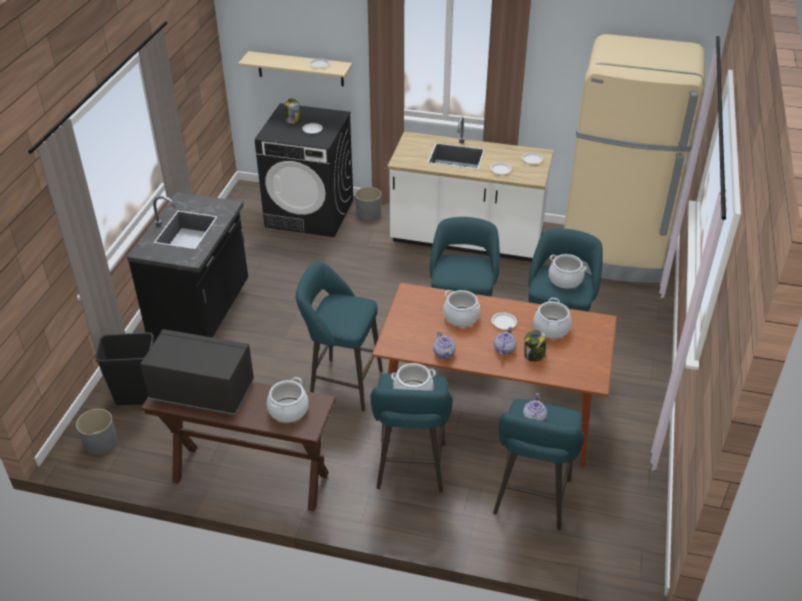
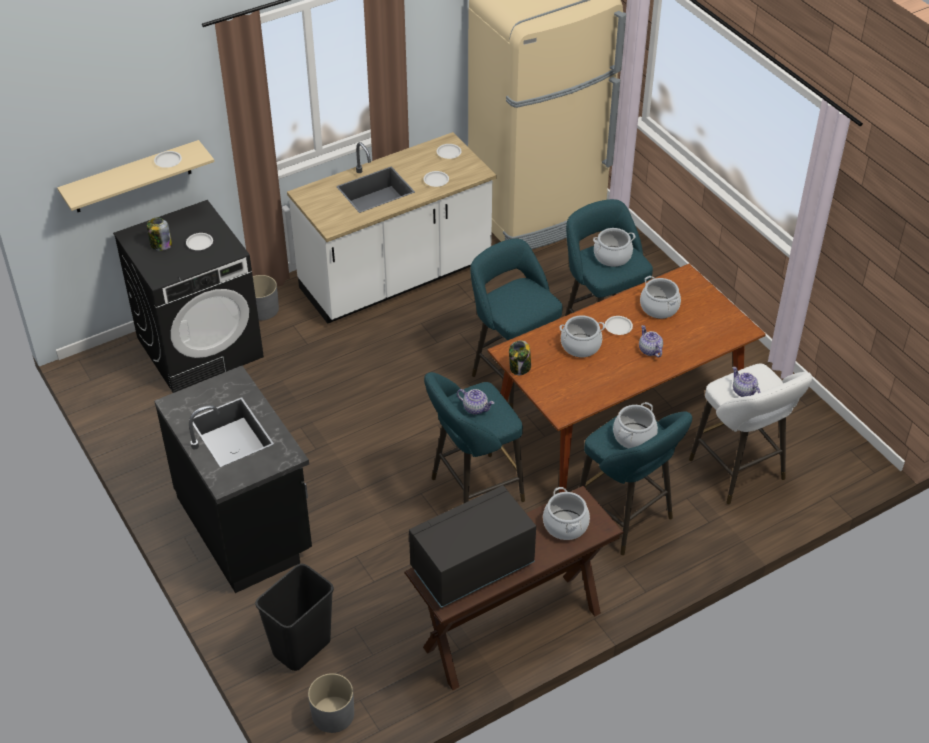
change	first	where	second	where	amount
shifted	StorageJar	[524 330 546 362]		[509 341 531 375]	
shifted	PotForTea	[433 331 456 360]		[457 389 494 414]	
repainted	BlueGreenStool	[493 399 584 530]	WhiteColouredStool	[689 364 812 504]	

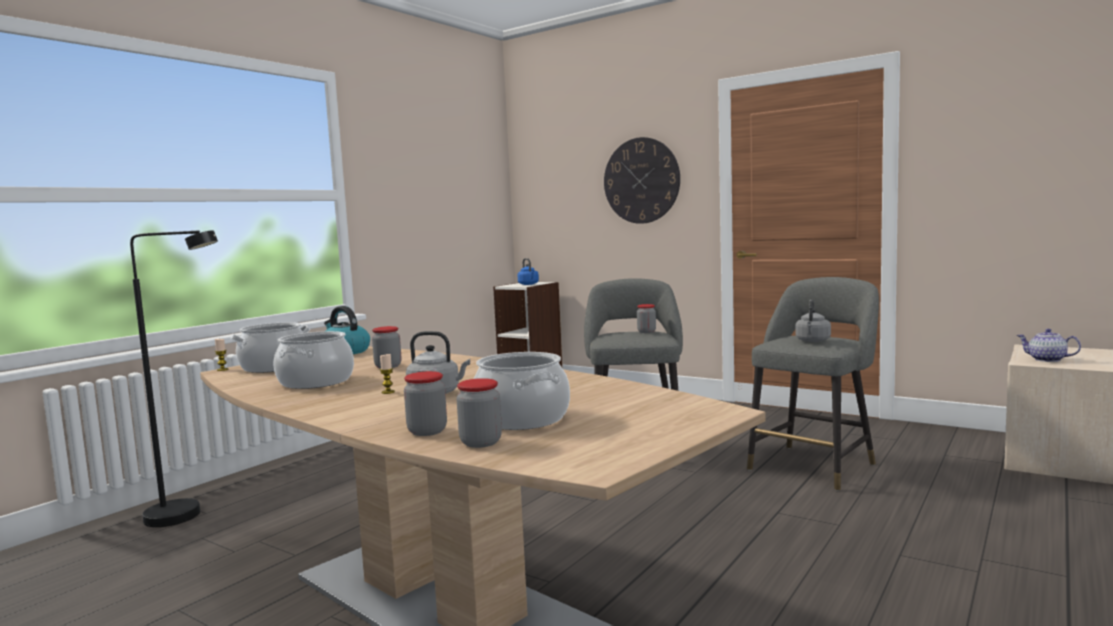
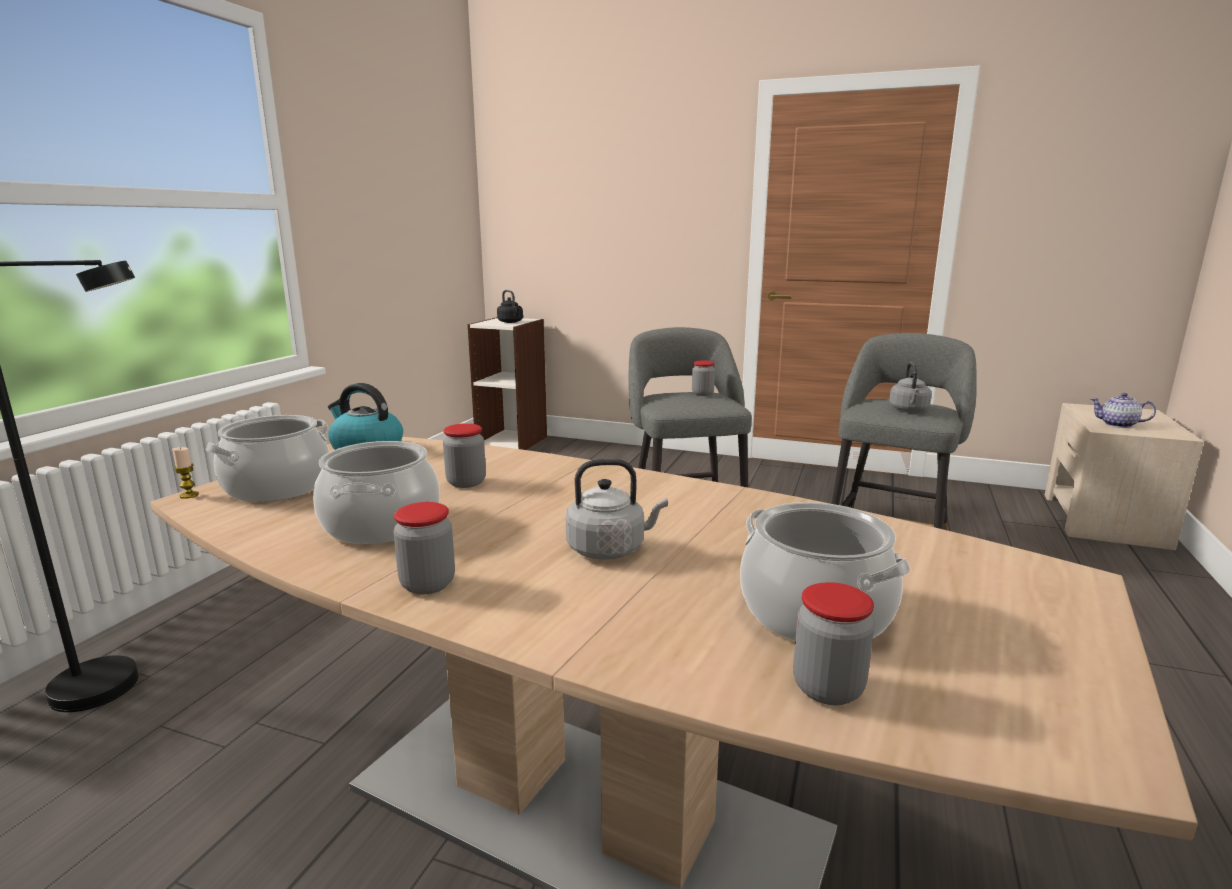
change	first	where	second	where	amount
gone	WallClock	[604 137 680 224]			
repainted	BluishKettle	[518 258 539 285]	BlackishKettle	[497 290 523 323]	
gone	WaxCandle	[380 354 395 394]			
shifted	StorageJar	[404 371 447 436]		[393 502 455 595]	

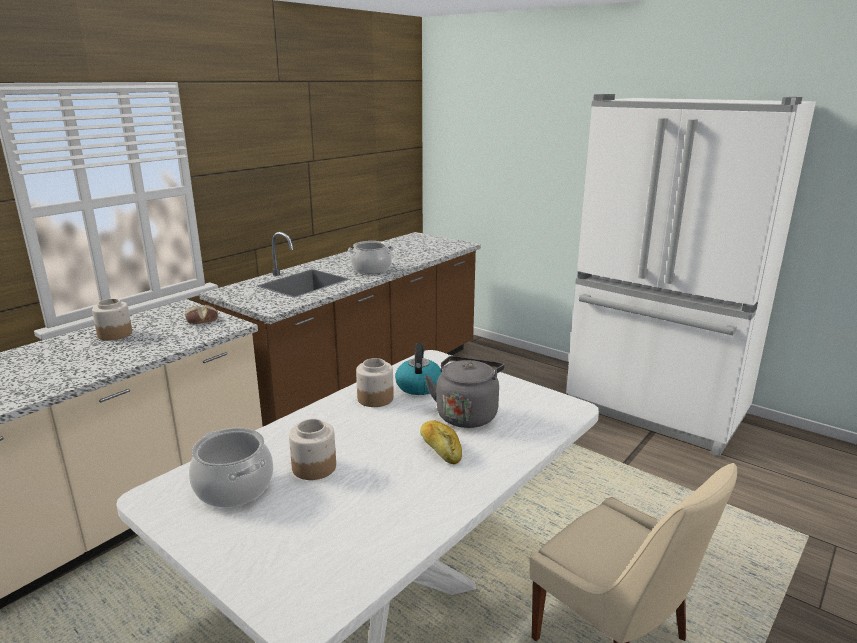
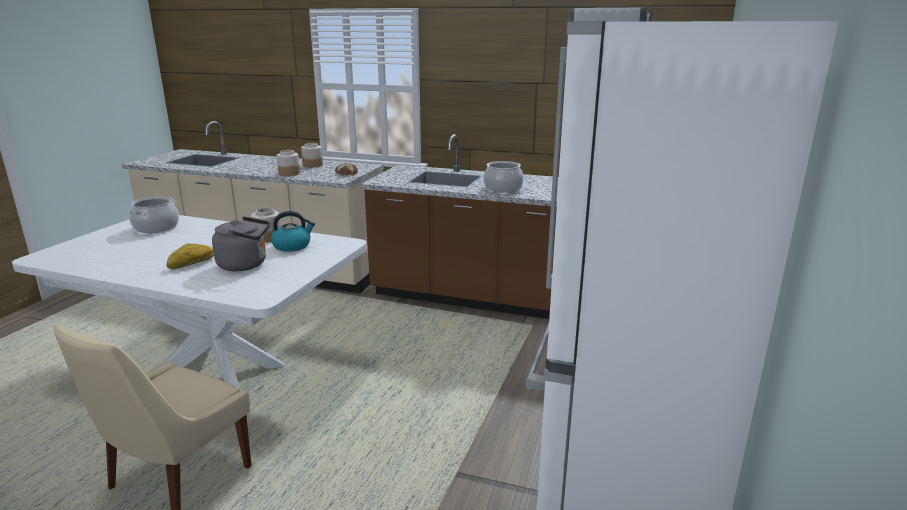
change	first	where	second	where	amount
shifted	StorageJar	[289 419 336 480]		[277 150 300 176]	

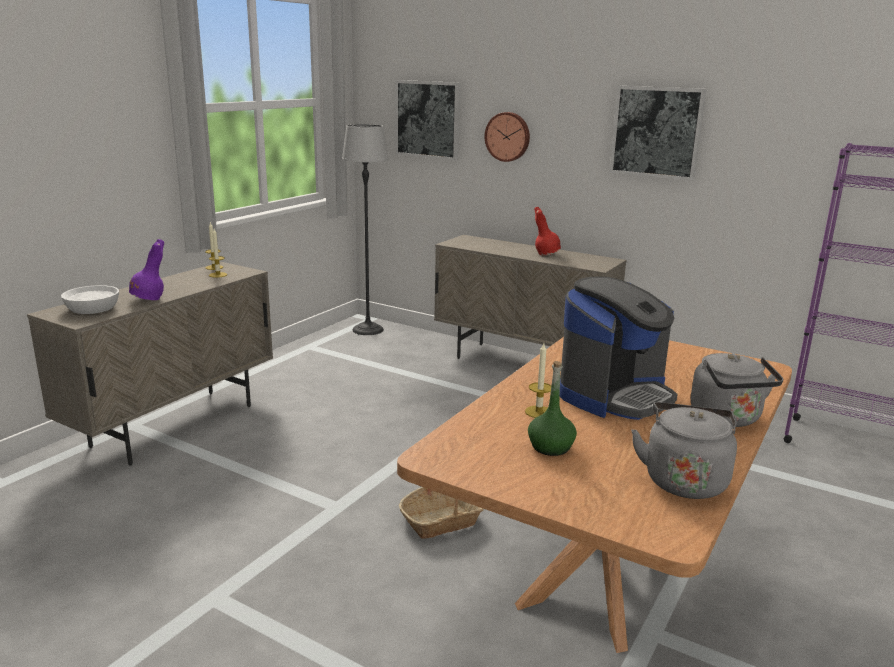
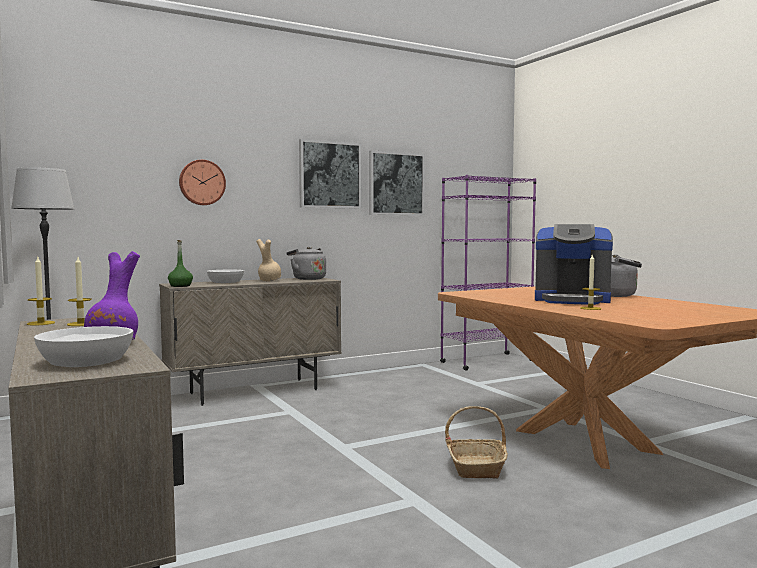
change	first	where	second	where	amount
shifted	WallArt	[395 80 460 160]		[369 150 425 215]	
repainted	ReddishFlowerVase	[534 207 561 255]	BeigeColouredFlowerVase	[256 239 281 282]	
rotated	CoffeeBrewer	[560 277 678 420]		[535 224 613 305]	120 degrees clockwise
shifted	GreenishDrinkBottle	[528 361 577 456]		[168 240 193 287]	
shifted	GreyKettle	[631 402 737 499]		[286 246 326 280]	
new			WhiteColouredBowl	[207 270 244 283]	

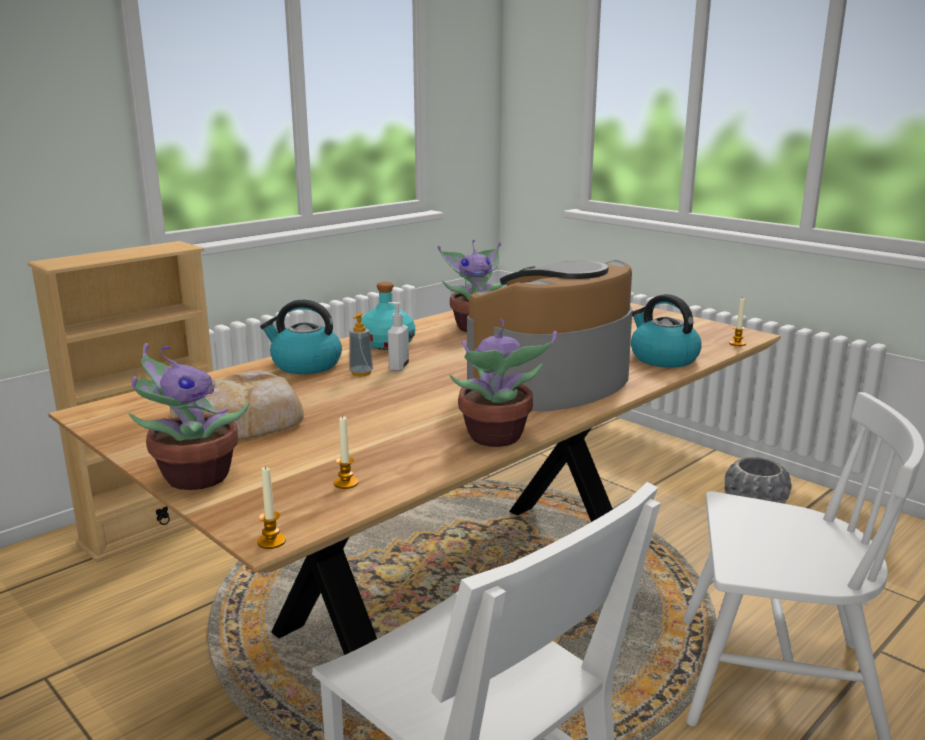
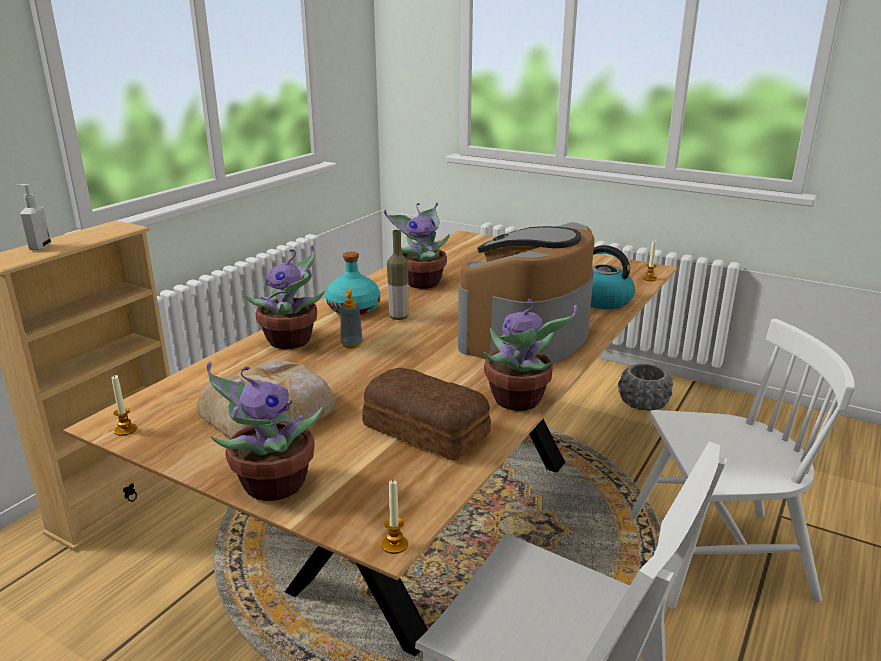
change	first	where	second	where	amount
swapped	Kettle	[260 300 342 374]	PottedPlant	[244 245 325 349]	
shifted	SoapDispenser	[388 302 409 371]		[17 184 51 251]	
shifted	WaxCandle	[334 416 359 489]		[112 375 137 436]	
new			DrinkBottle	[387 230 408 320]	
new			Bread	[362 368 491 461]	

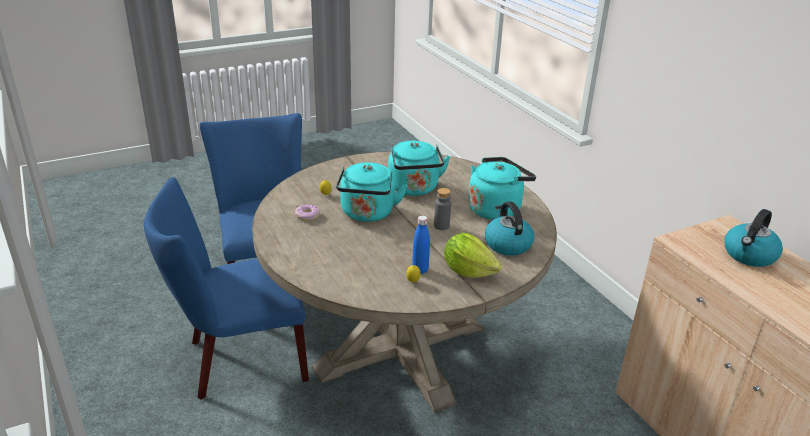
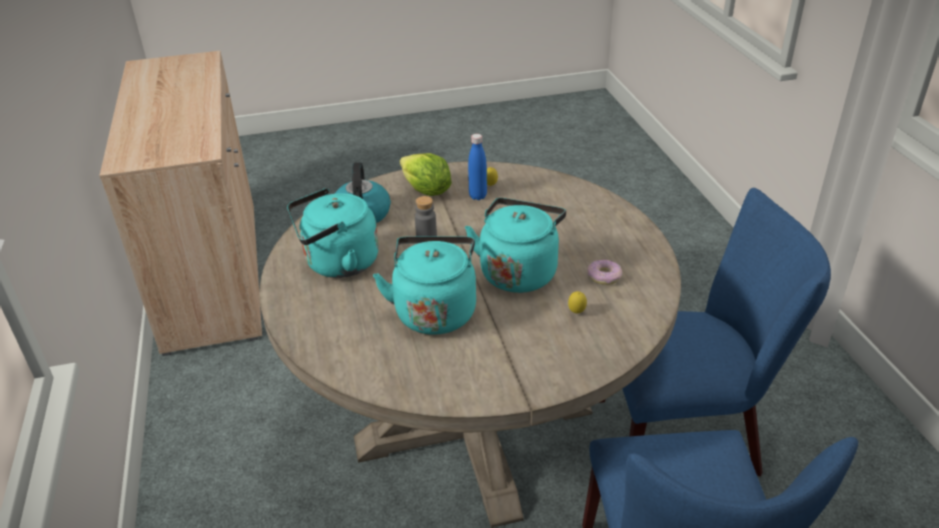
change	first	where	second	where	amount
gone	Kettle	[725 209 783 267]			

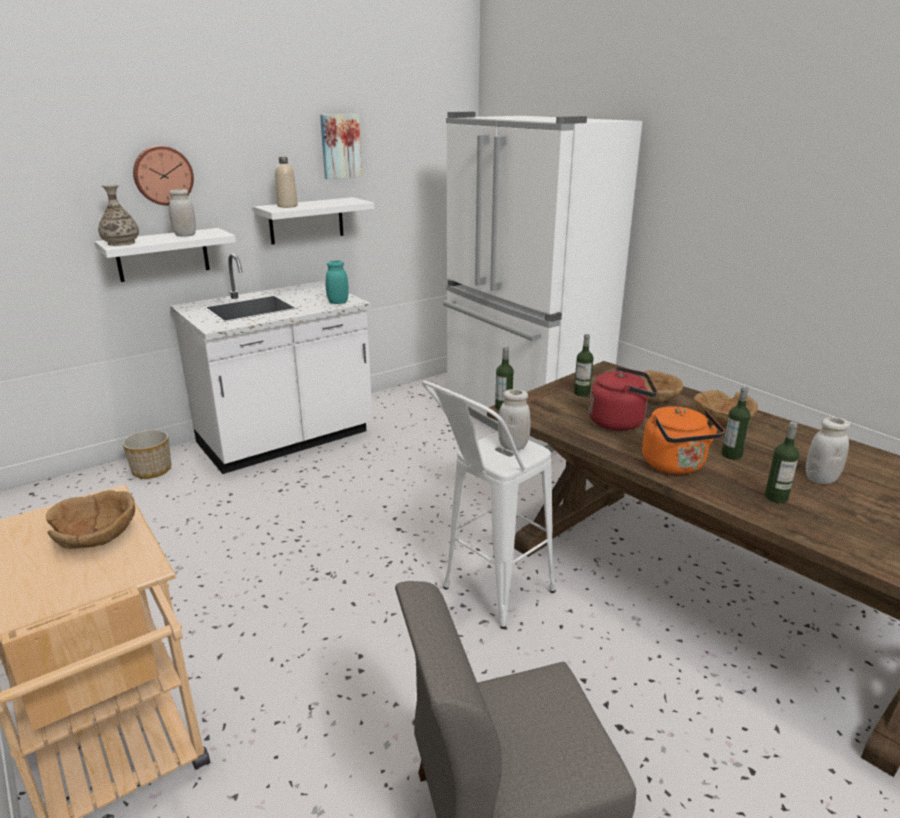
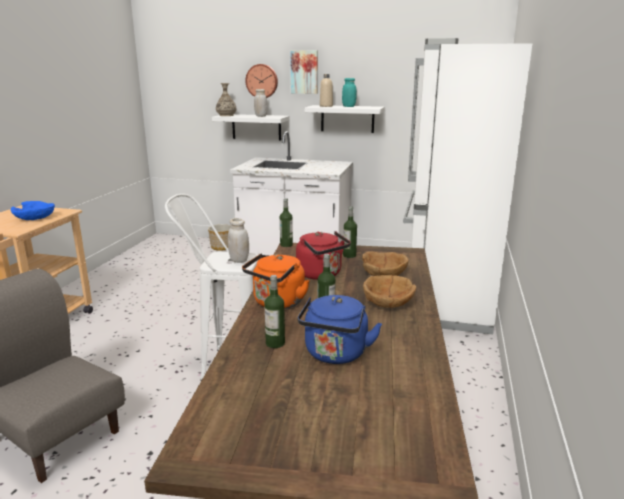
change	first	where	second	where	amount
shifted	WallArt	[320 114 362 179]		[290 50 318 94]	
shifted	BlueGreenStorageJar	[326 260 348 304]		[342 78 357 107]	
swapped	WhiteColouredStorageJar	[806 417 850 484]	BluishKettle	[297 295 382 364]	
repainted	BrownBowl	[46 490 135 549]	BluishBowl	[11 201 55 220]	

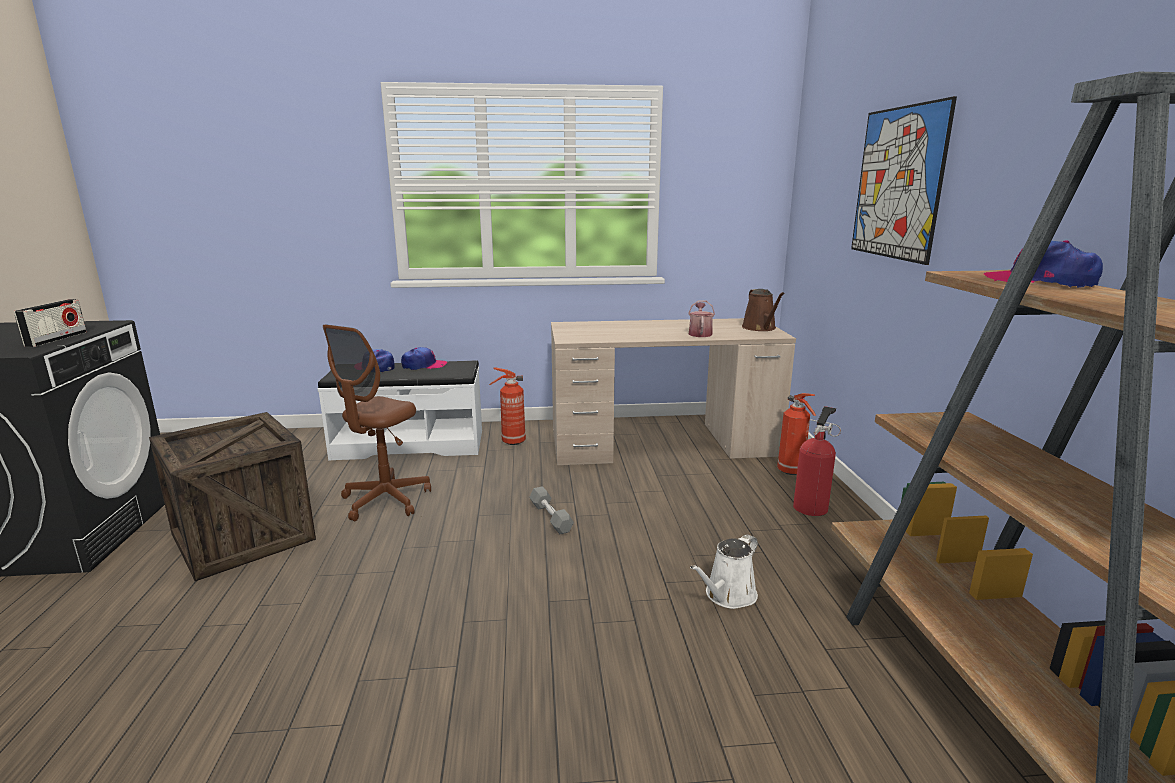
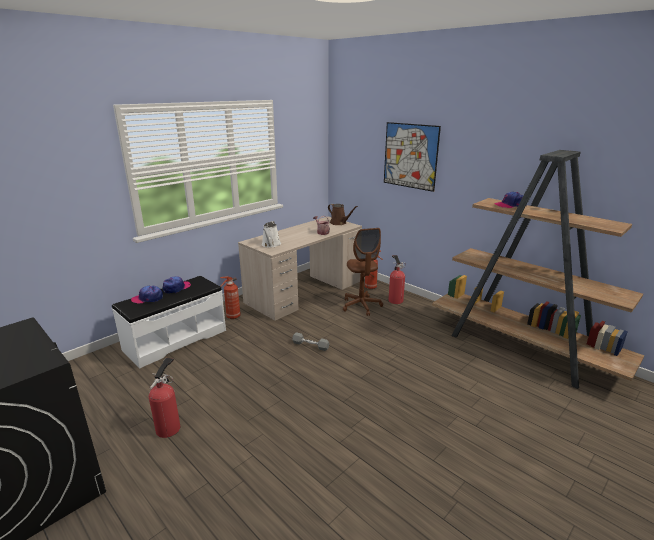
change	first	where	second	where	amount
gone	Radio	[14 299 87 347]			
shifted	BrownOfficeChair	[323 324 431 521]		[343 228 383 316]	
swapped	Crate	[149 412 316 581]	Extinguisher	[149 358 180 438]	
shifted	WhiteColouredWateringPot	[690 534 758 609]		[262 221 281 247]	

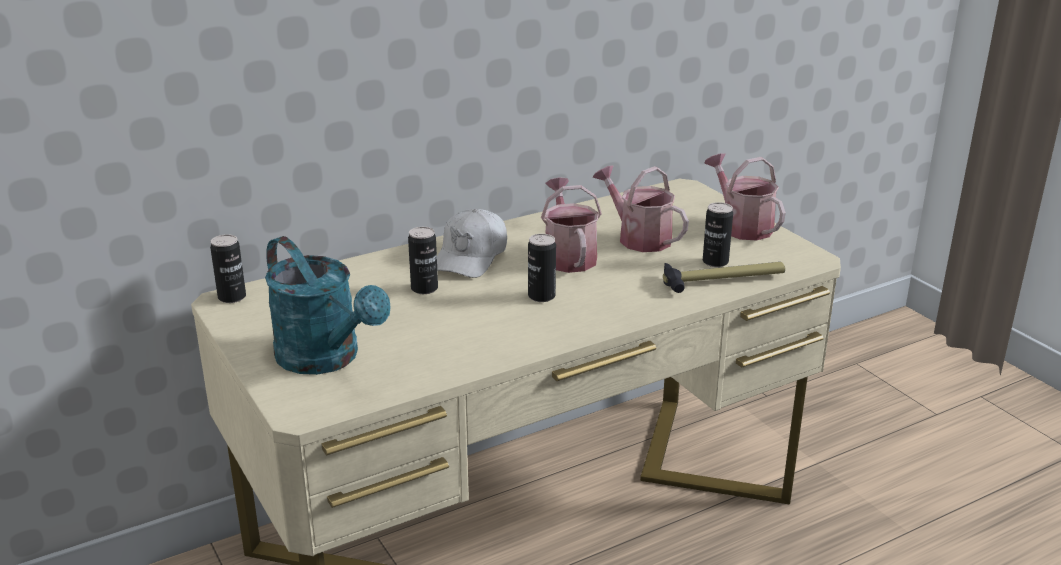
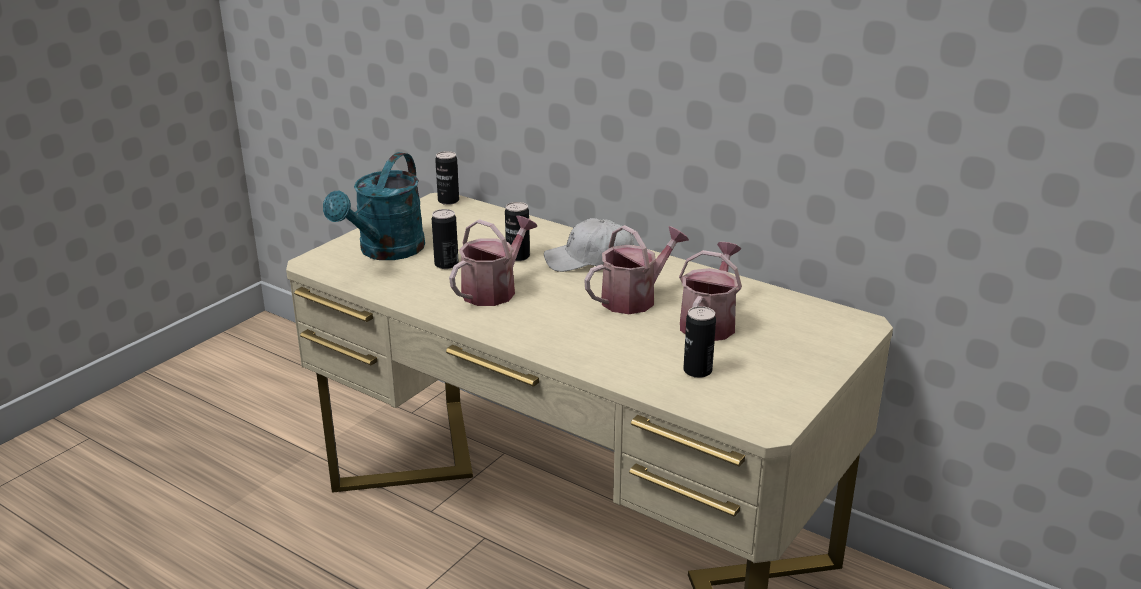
change	first	where	second	where	amount
shifted	WateringPot	[704 153 786 241]		[449 216 537 306]	
shifted	Can	[528 234 556 302]		[432 209 459 269]	
gone	ToolHammer	[663 262 785 293]			

